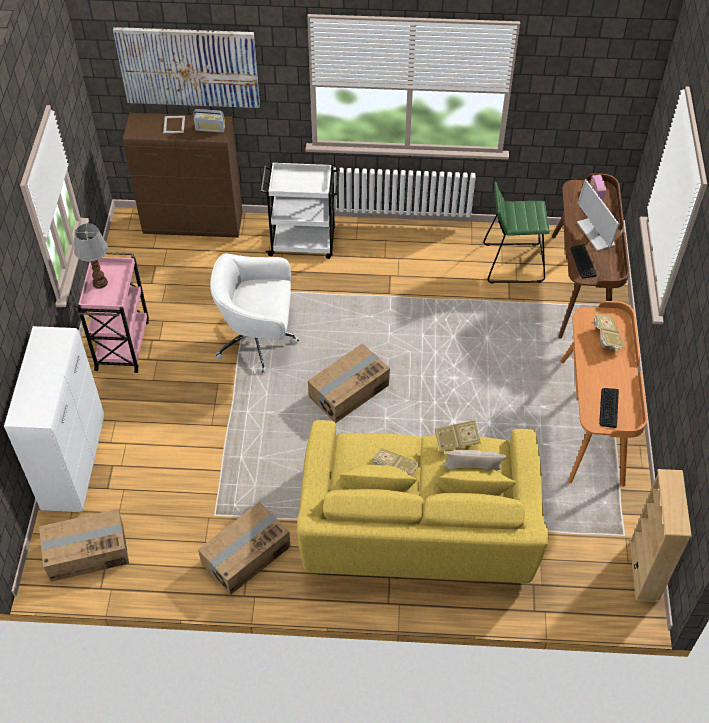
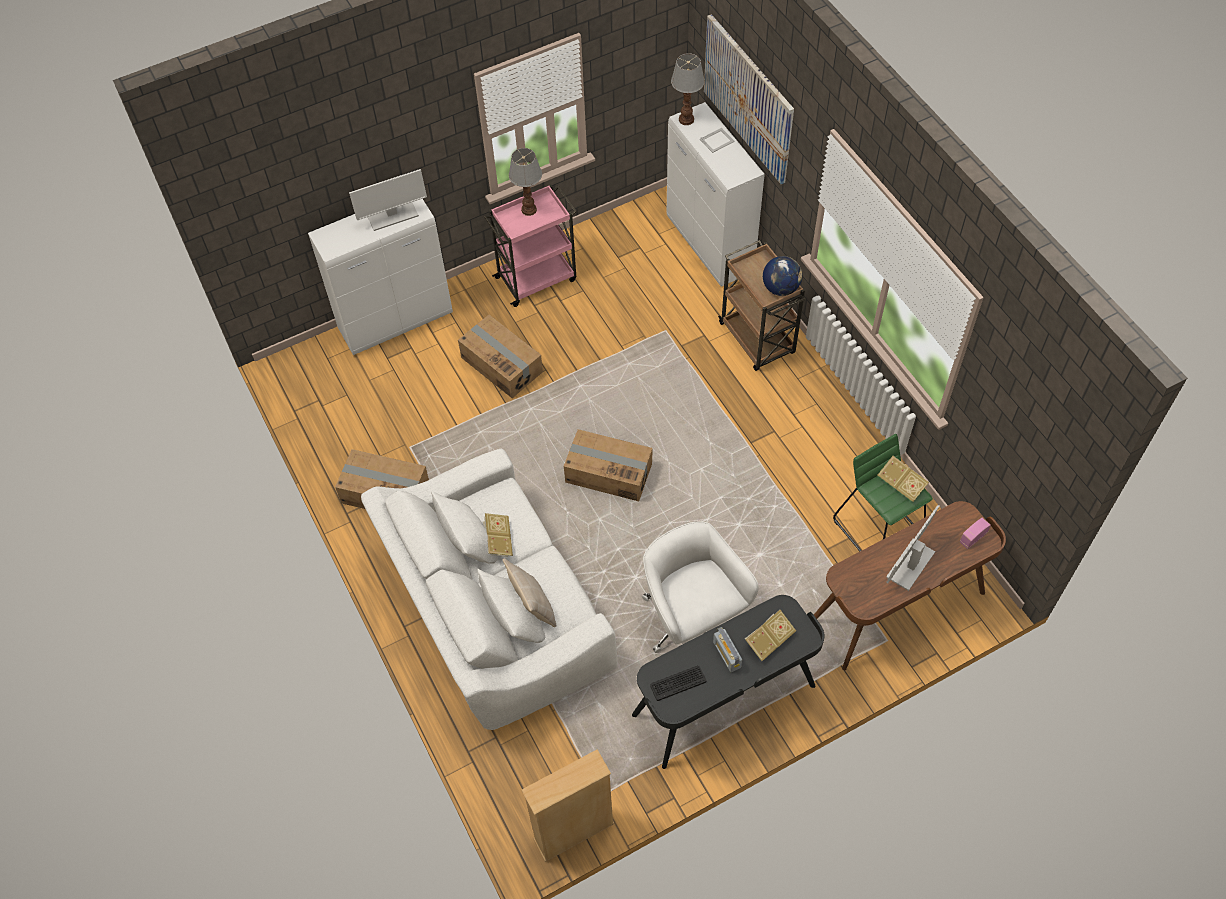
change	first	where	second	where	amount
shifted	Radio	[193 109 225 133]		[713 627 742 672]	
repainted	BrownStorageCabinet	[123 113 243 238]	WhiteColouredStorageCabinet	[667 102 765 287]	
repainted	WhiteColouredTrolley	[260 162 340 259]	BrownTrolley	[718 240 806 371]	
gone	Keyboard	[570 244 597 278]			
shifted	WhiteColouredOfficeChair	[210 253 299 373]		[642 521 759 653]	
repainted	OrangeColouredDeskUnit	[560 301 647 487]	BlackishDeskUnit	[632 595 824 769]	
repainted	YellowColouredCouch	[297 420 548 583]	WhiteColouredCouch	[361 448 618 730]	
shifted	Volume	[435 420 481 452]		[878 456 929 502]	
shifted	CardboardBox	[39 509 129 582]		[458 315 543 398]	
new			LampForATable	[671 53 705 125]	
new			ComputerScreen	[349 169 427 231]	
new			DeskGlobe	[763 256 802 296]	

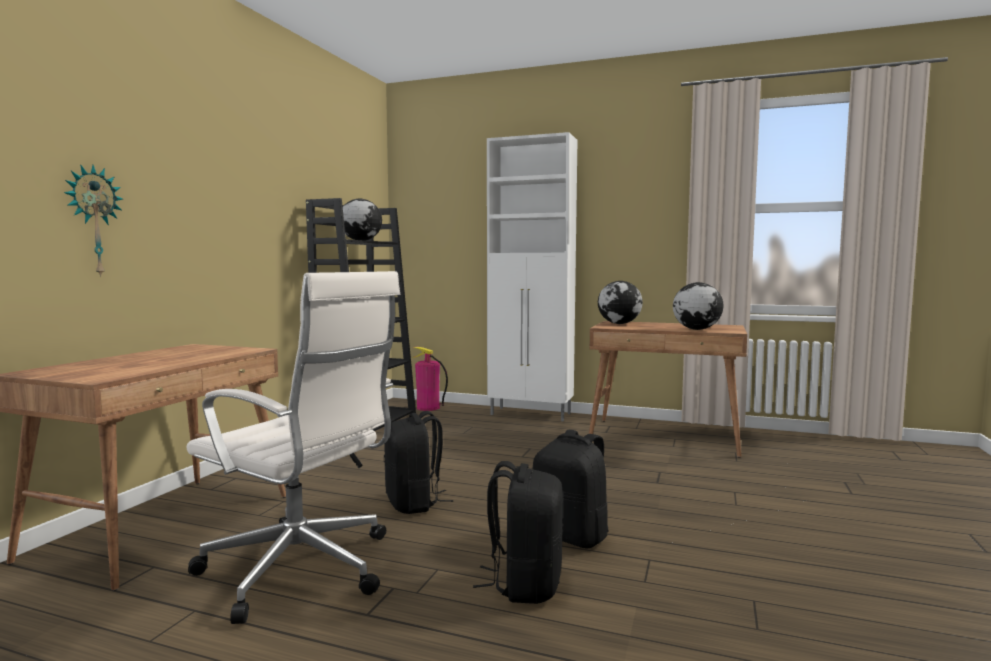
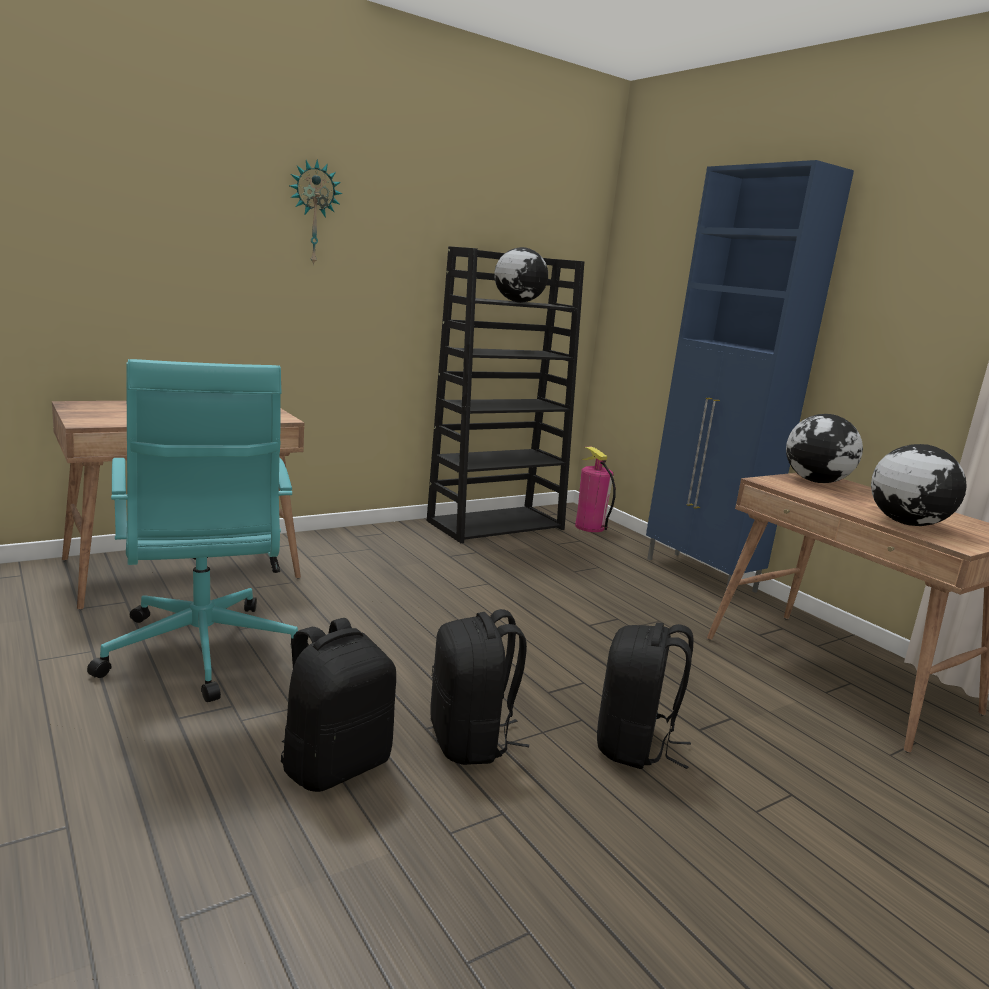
change	first	where	second	where	amount
repainted	WhiteColouredStorageCabinet	[487 132 577 421]	BluishStorageCabinet	[646 160 854 593]	
shifted	WallClock	[64 164 122 278]		[289 159 342 266]	
repainted	WhiteColouredOfficeChair	[187 271 400 624]	BlueGreenOfficeChair	[87 359 309 702]	
shifted	BlackishBackpack	[384 411 453 514]		[597 622 694 769]	

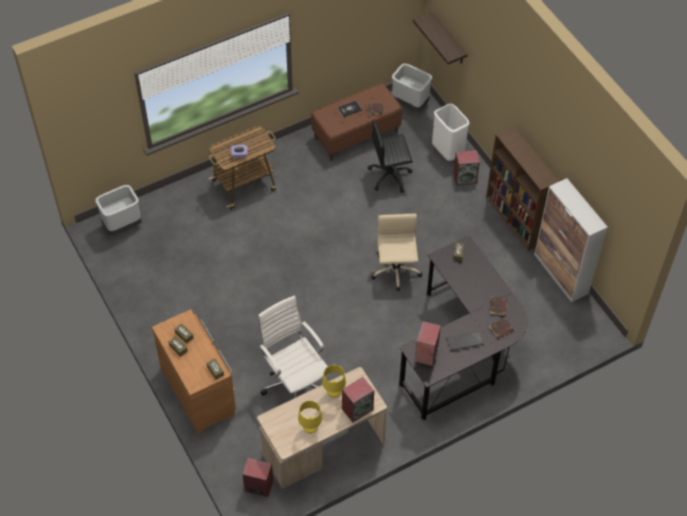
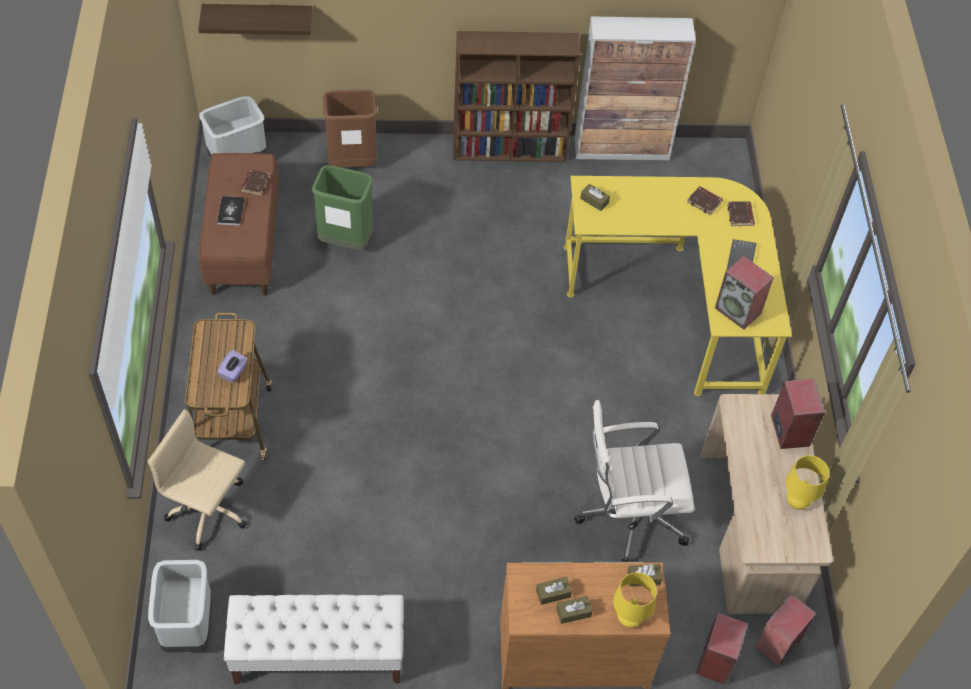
change	first	where	second	where	amount
repainted	WhiteColouredRubbishBin	[432 103 470 161]	BrownRubbishBin	[323 90 377 167]	
swapped	BlackishOfficeChair	[367 120 413 193]	GreenishRubbishBin	[312 165 373 250]	
shifted	AudioSpeaker	[453 150 480 186]		[696 613 748 685]	
shifted	BeigeColouredOfficeChair	[371 214 422 291]		[148 409 247 551]	
repainted	BlackishDeskUnit	[399 235 527 420]	YellowColouredDeskUnit	[564 176 792 396]	
shifted	YellowColouredLampForATable	[322 365 346 398]		[613 572 657 628]	
new			WhiteColouredIndoorBench	[224 595 403 684]	

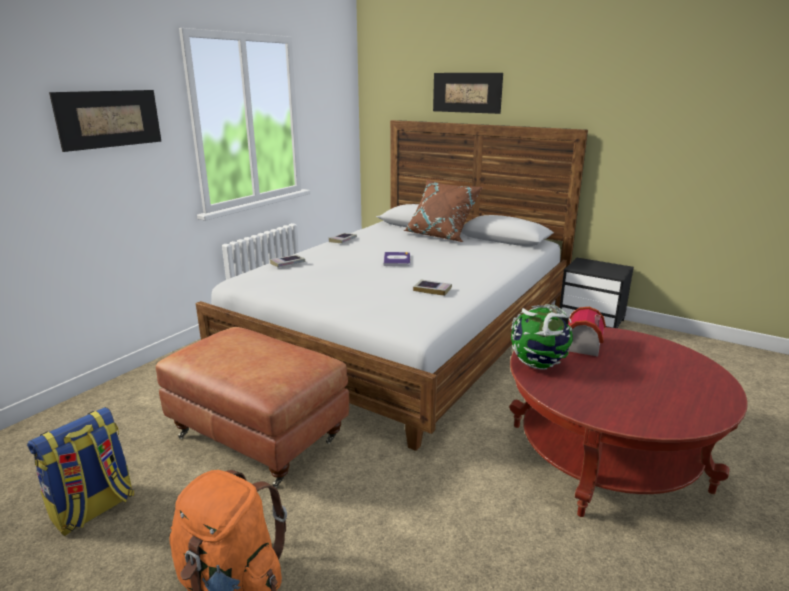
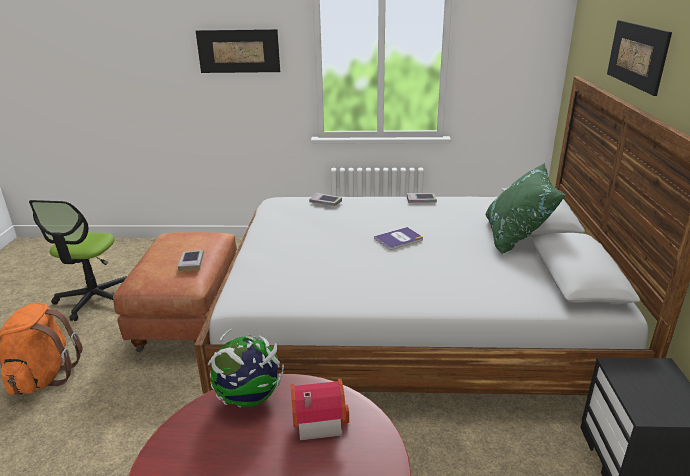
change	first	where	second	where	amount
repainted	BrownCushion	[403 180 483 242]	GreenishCushion	[485 163 566 254]	
shifted	Volume	[413 279 452 296]		[177 250 204 271]	
swapped	Backpack	[27 407 134 536]	OfficeChair	[29 200 127 321]	

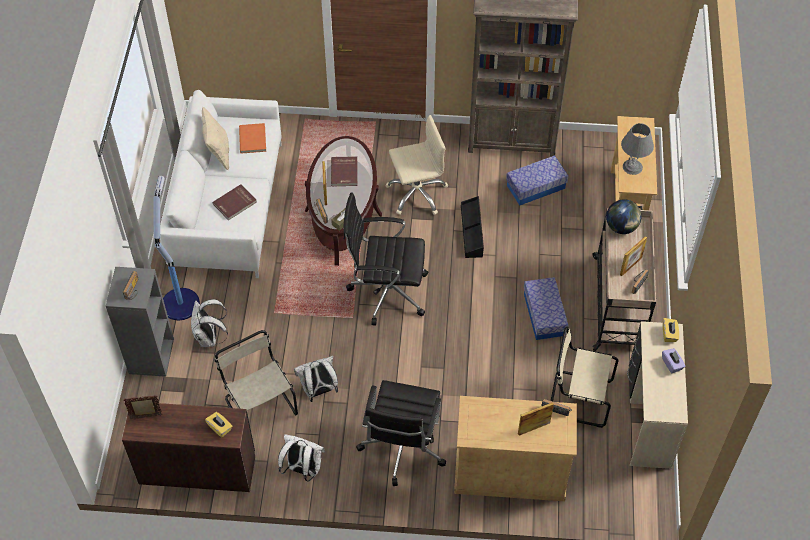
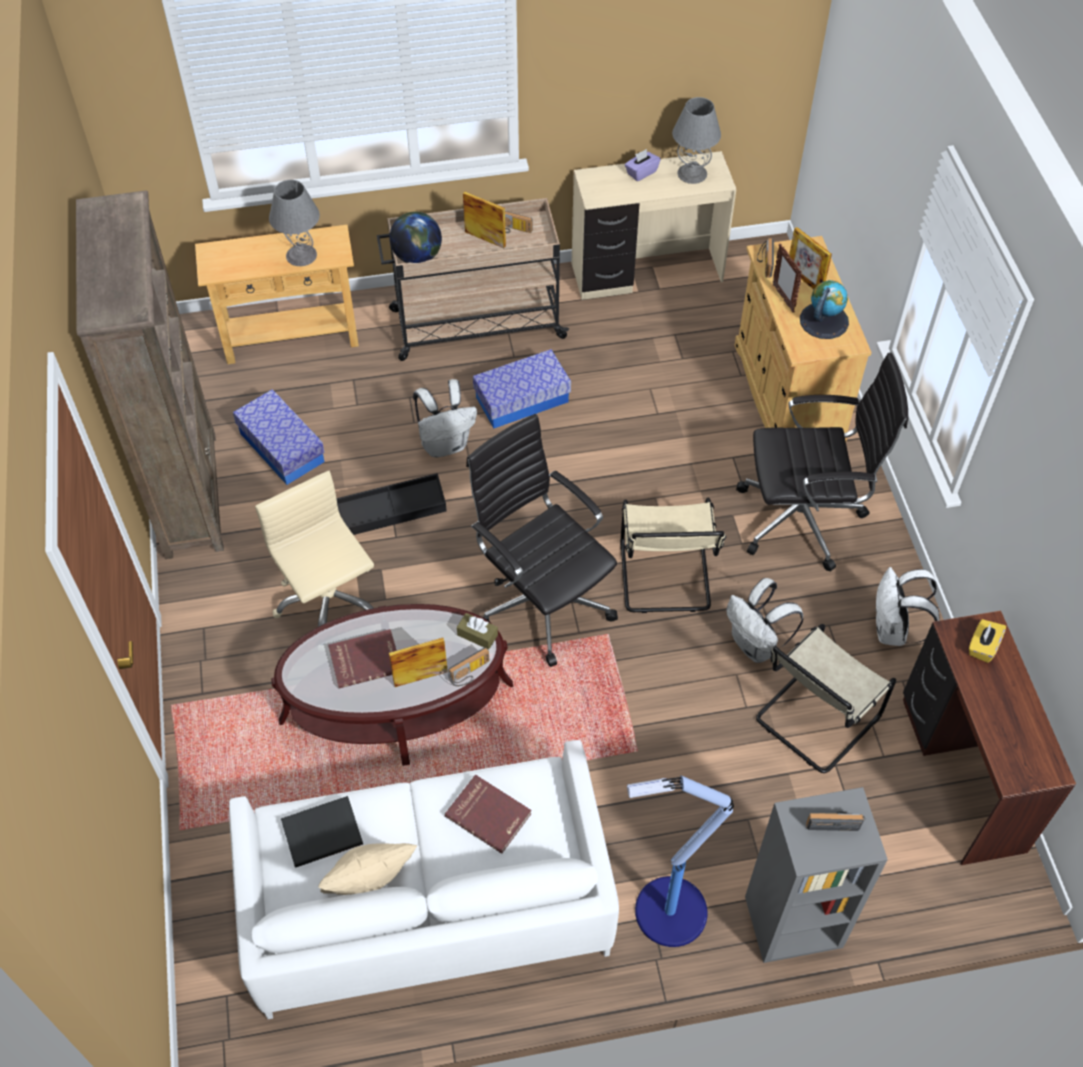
change	first	where	second	where	amount
repainted	OrangeColouredVolume	[239 123 266 154]	BlackishVolume	[281 796 363 868]	
rotated	BlackishOfficeChair	[344 192 428 326]		[466 414 618 667]	150 degrees clockwise
shifted	WhiteColouredBackpack	[191 299 228 347]		[413 379 477 458]	
gone	YellowColouredBoxOfTissues	[663 318 679 342]			
shifted	BeigeColouredUprightChair	[551 327 618 428]		[620 498 726 613]	
shifted	PhotoFrame	[123 395 162 419]		[772 244 802 313]	
new			GreyLampForATable	[672 97 721 184]	
new			DeskGlobe	[800 280 849 339]	

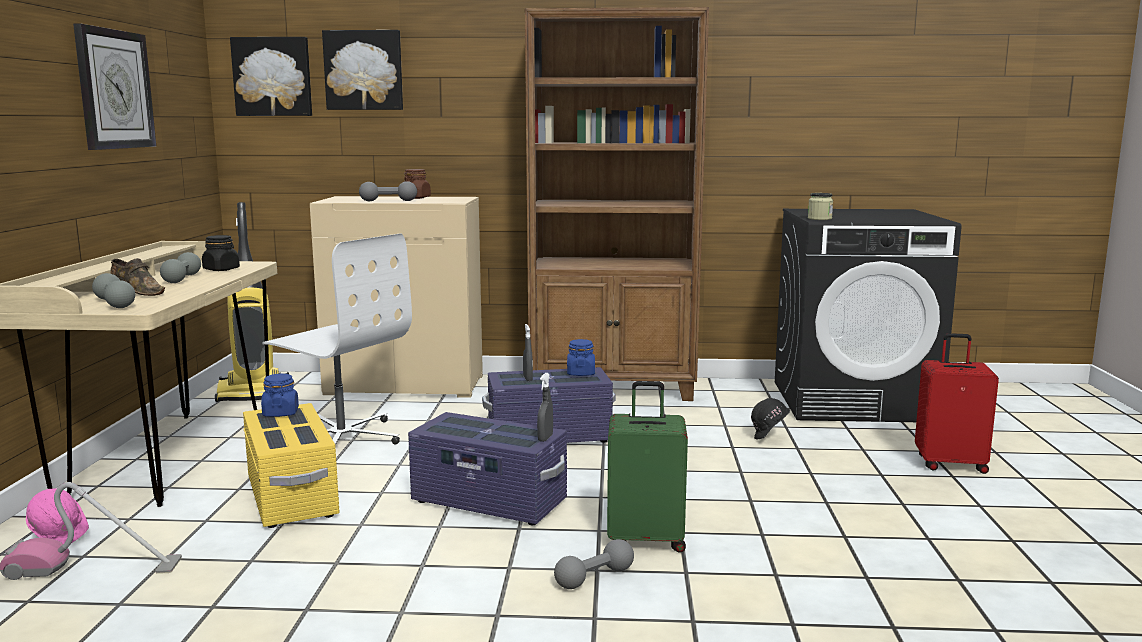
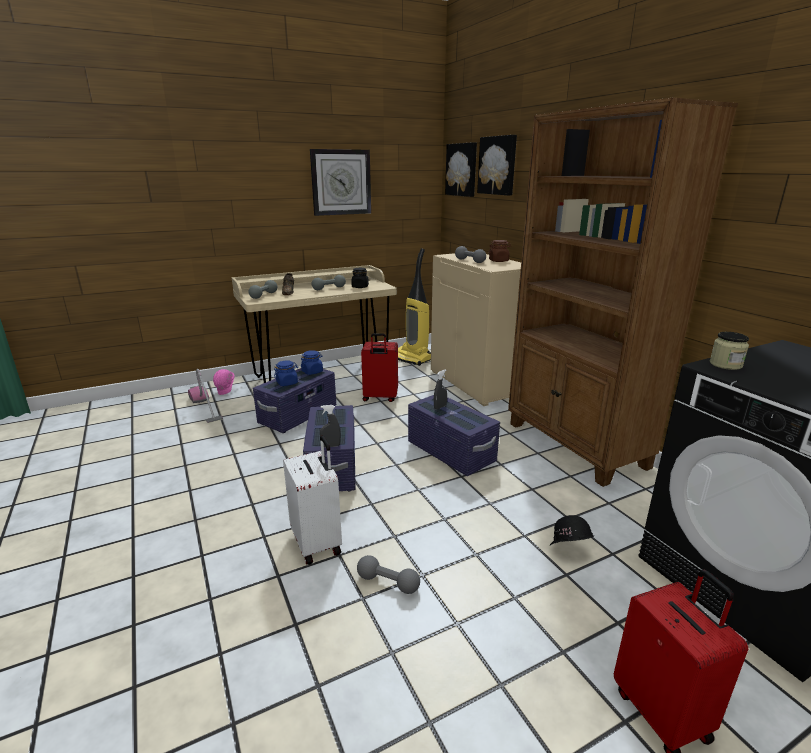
change	first	where	second	where	amount
swapped	WhiteColouredOfficeChair	[262 233 412 445]	ReddishPieceOfLuggage	[361 333 398 402]	
shifted	BluishStorageJar	[567 339 595 376]		[274 360 298 386]	
repainted	GreenishPieceOfLuggage	[607 381 688 553]	WhiteColouredPieceOfLuggage	[283 436 342 565]	
repainted	YellowColouredStorageBox	[243 403 339 528]	PurpleColouredStorageBox	[253 368 336 433]	
shifted	GreyDumbbell	[554 539 634 589]		[357 555 420 594]	

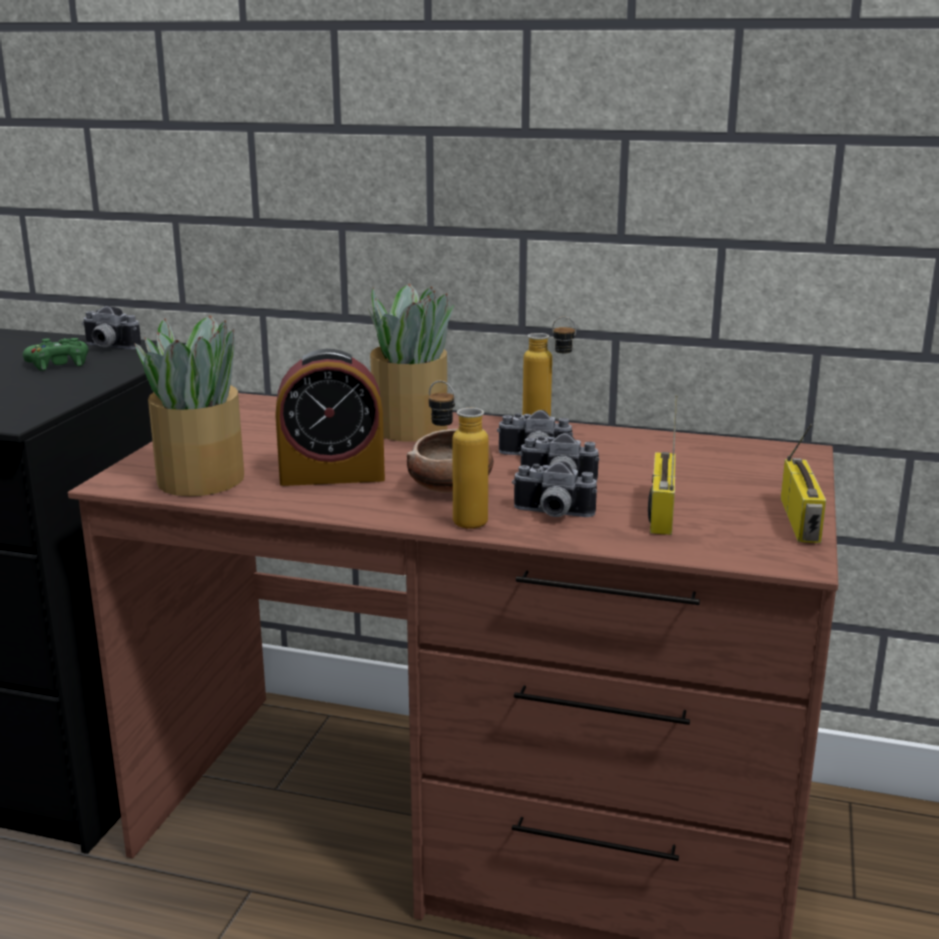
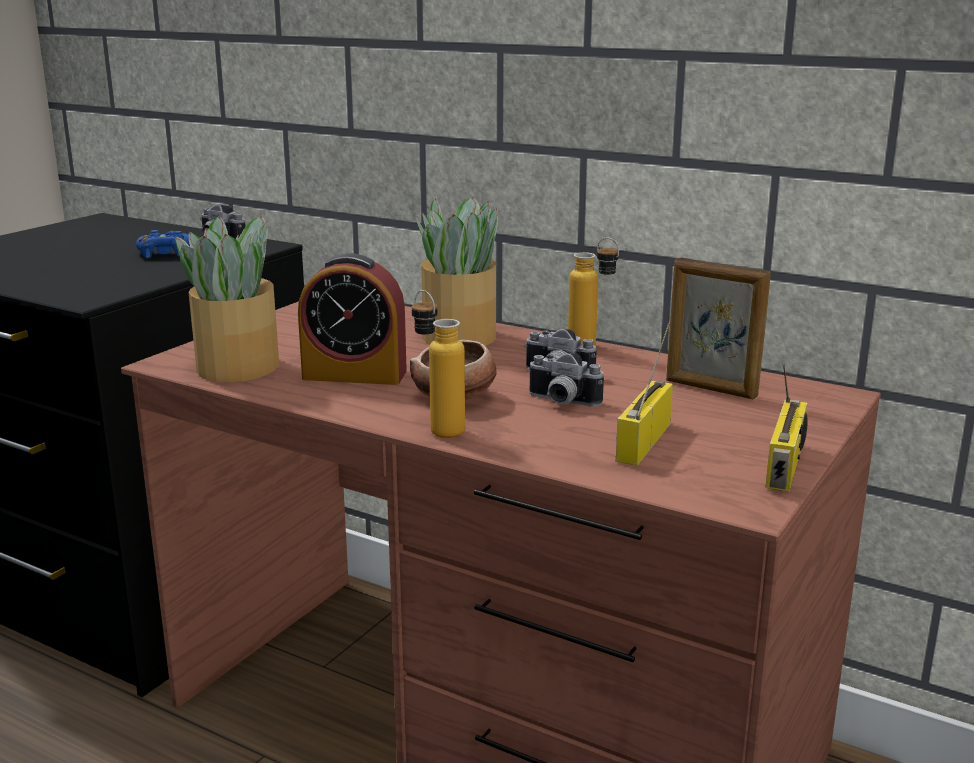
change	first	where	second	where	amount
repainted	GreenishJoypad	[23 338 88 371]	BluishJoypad	[136 230 190 259]	
gone	PhotoCamera	[512 461 597 517]			
new			PhotoFrame	[666 257 771 399]	

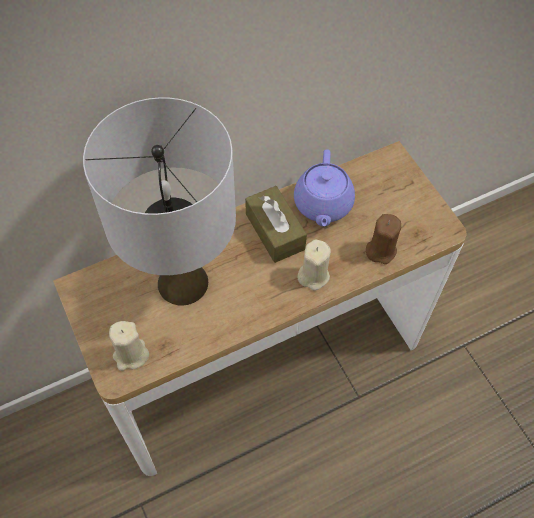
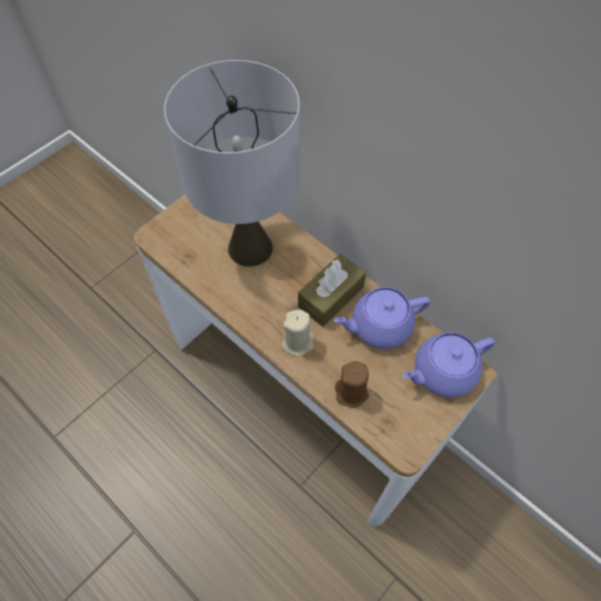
change	first	where	second	where	amount
gone	BeigeColouredWaxCandle	[109 321 149 371]			
new			PurpleColouredPotForTea	[403 332 495 397]	

